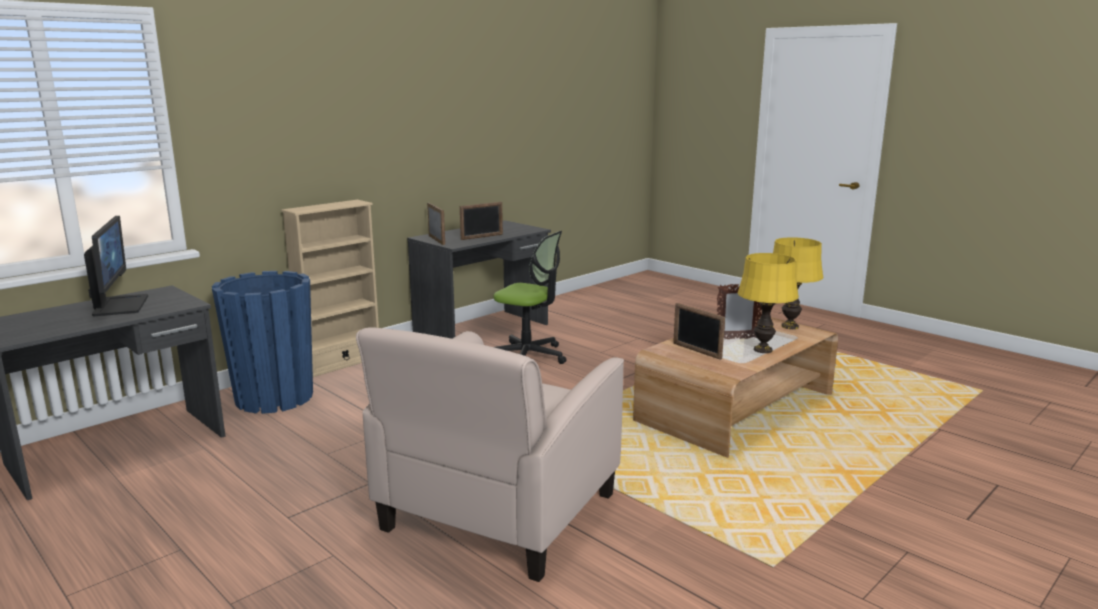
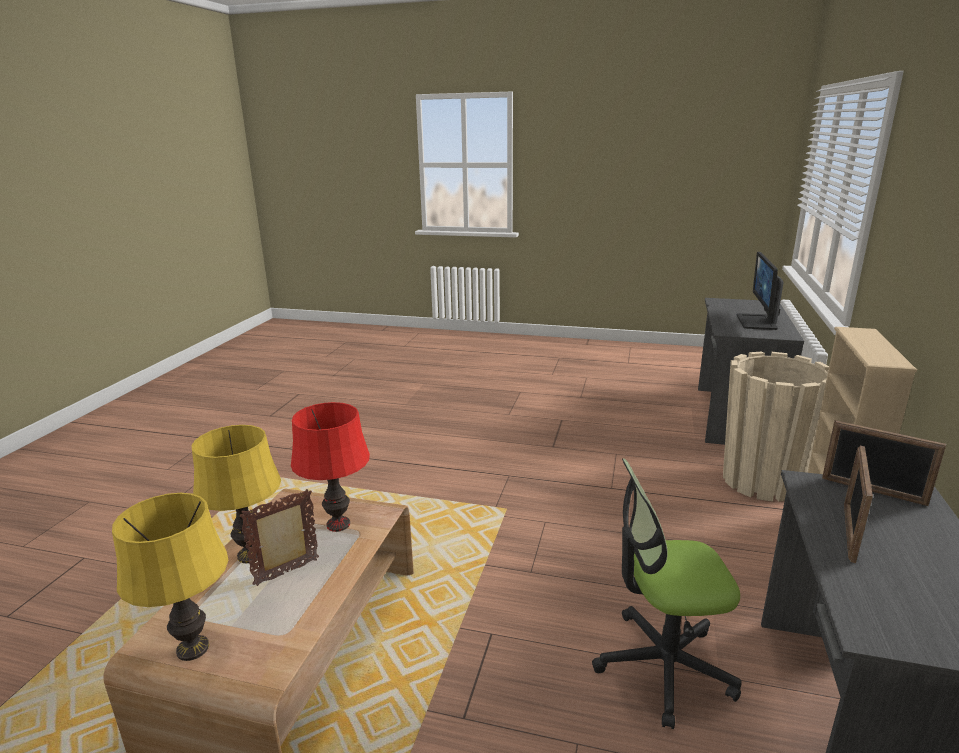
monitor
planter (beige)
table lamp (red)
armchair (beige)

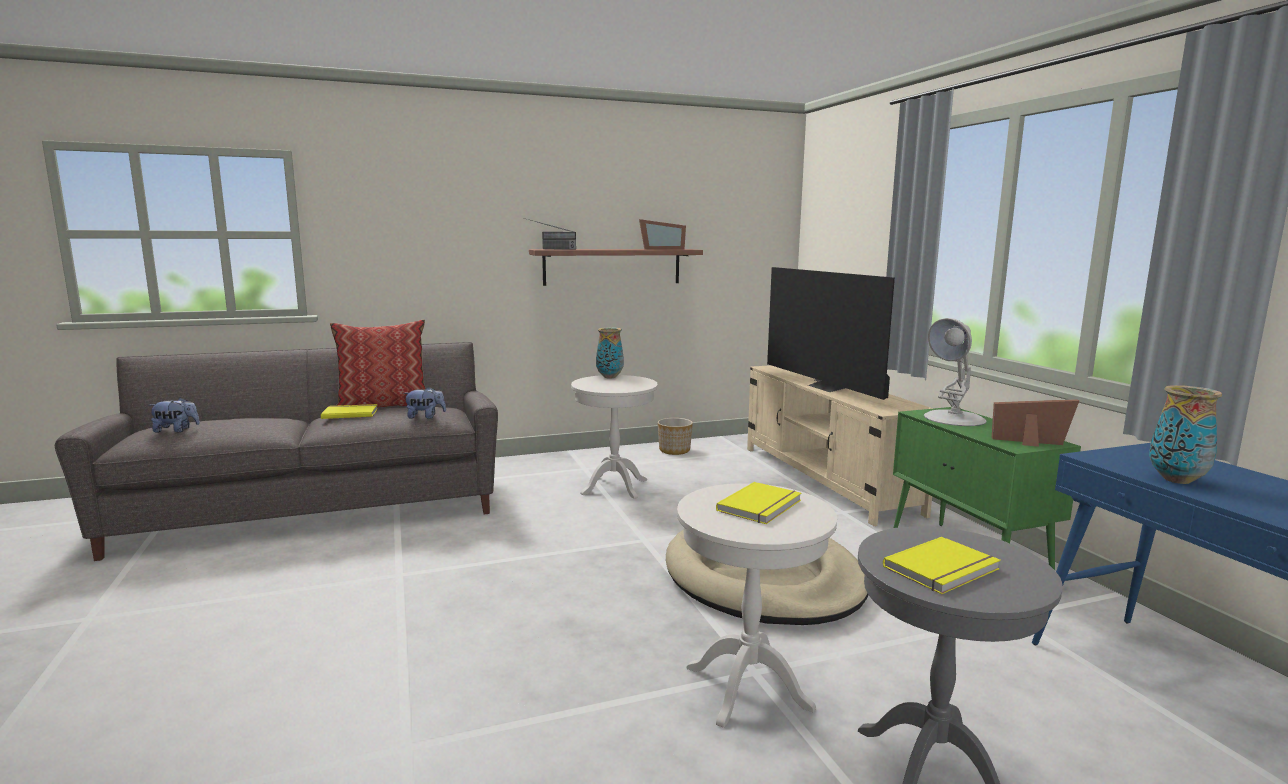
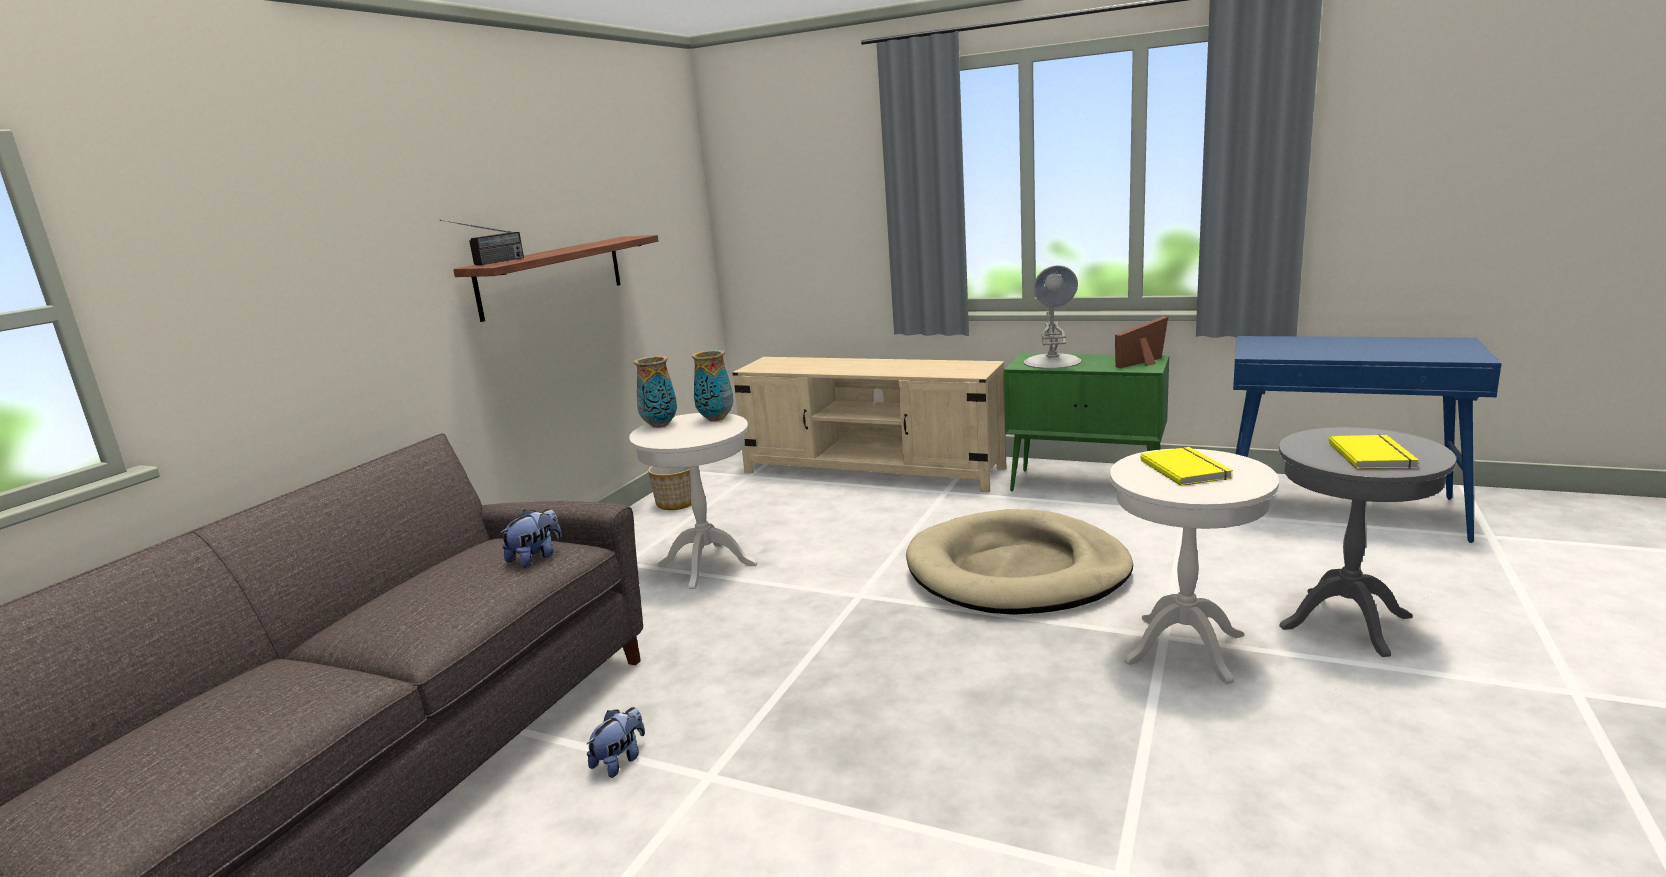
picture frame (1st from left in the first image)
television
pillow
vase (2nd from left)
plush toy (2nd from left)
book (yellow) (1st from left in the first image)

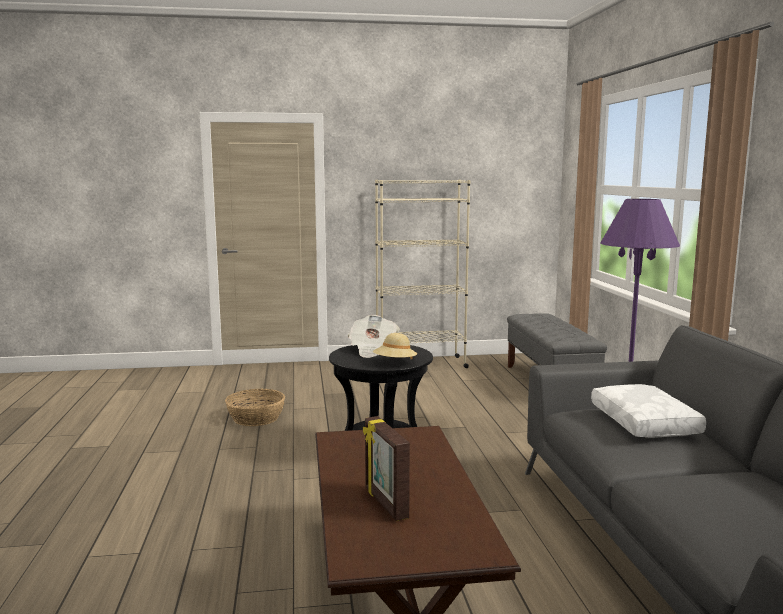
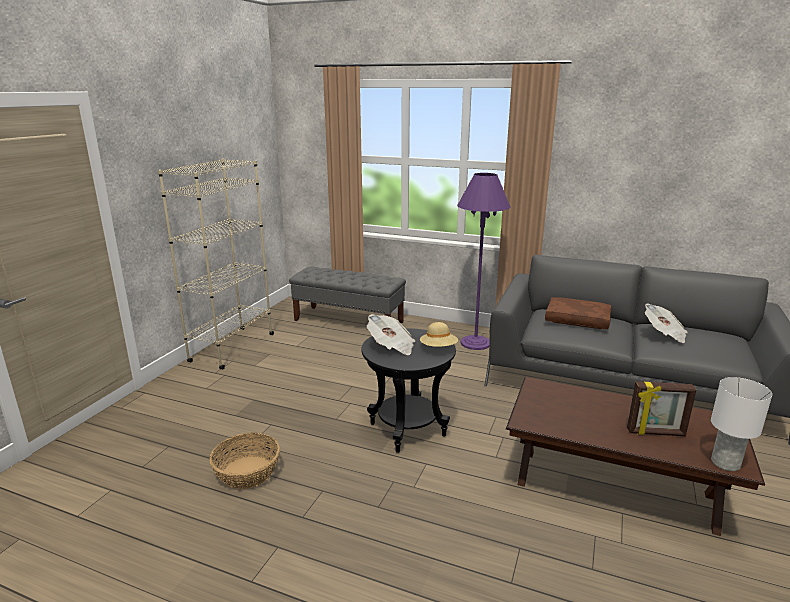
pillow (brown)
newspaper (2nd from left)
table lamp (white)

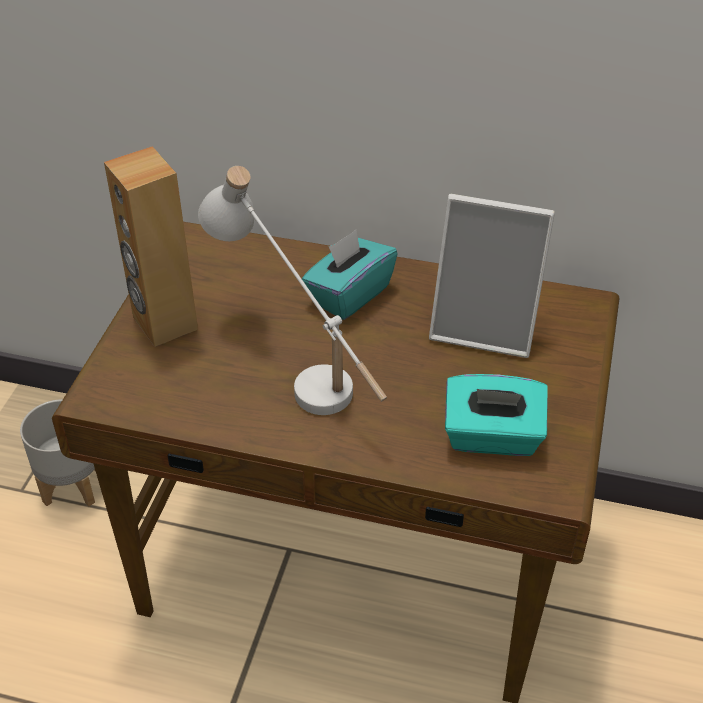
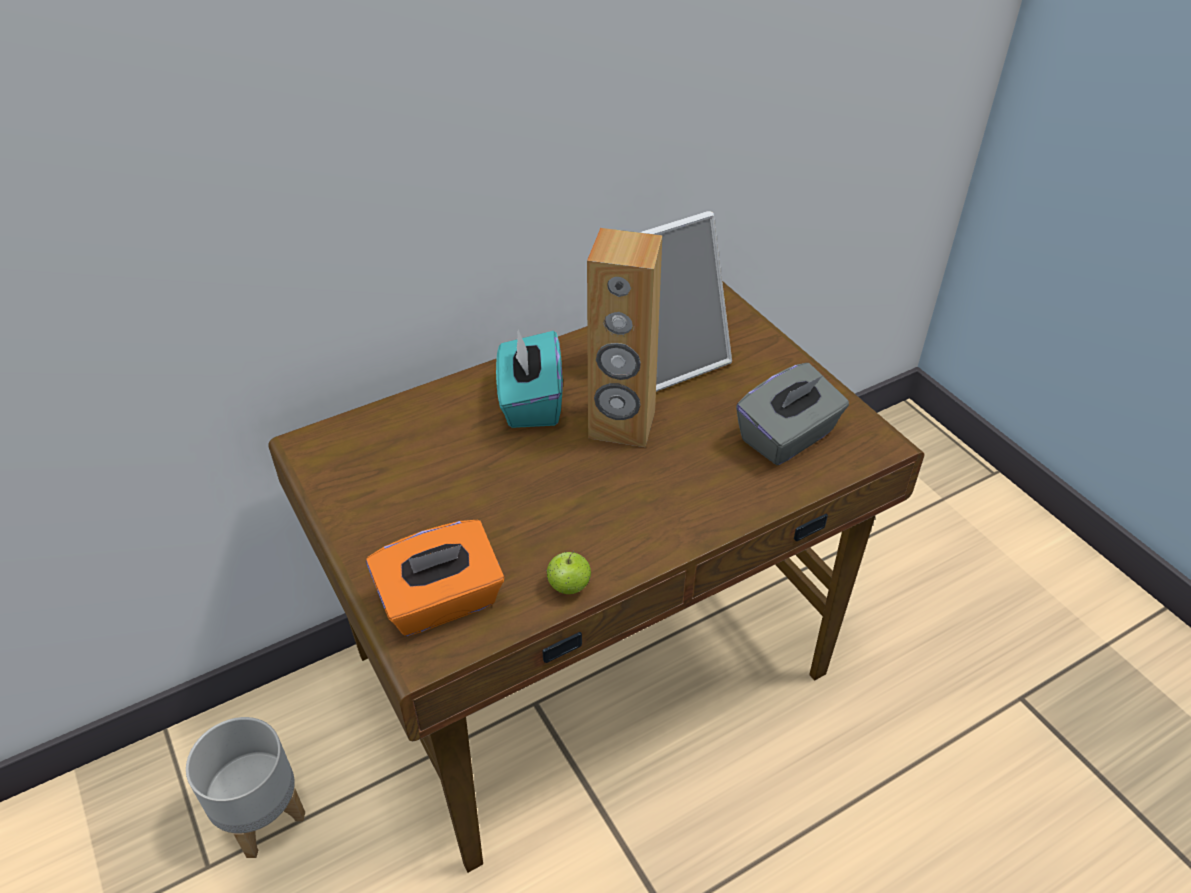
speaker (brown)
table lamp (white)
tissue box (grey)
tissue box (orange)
apple

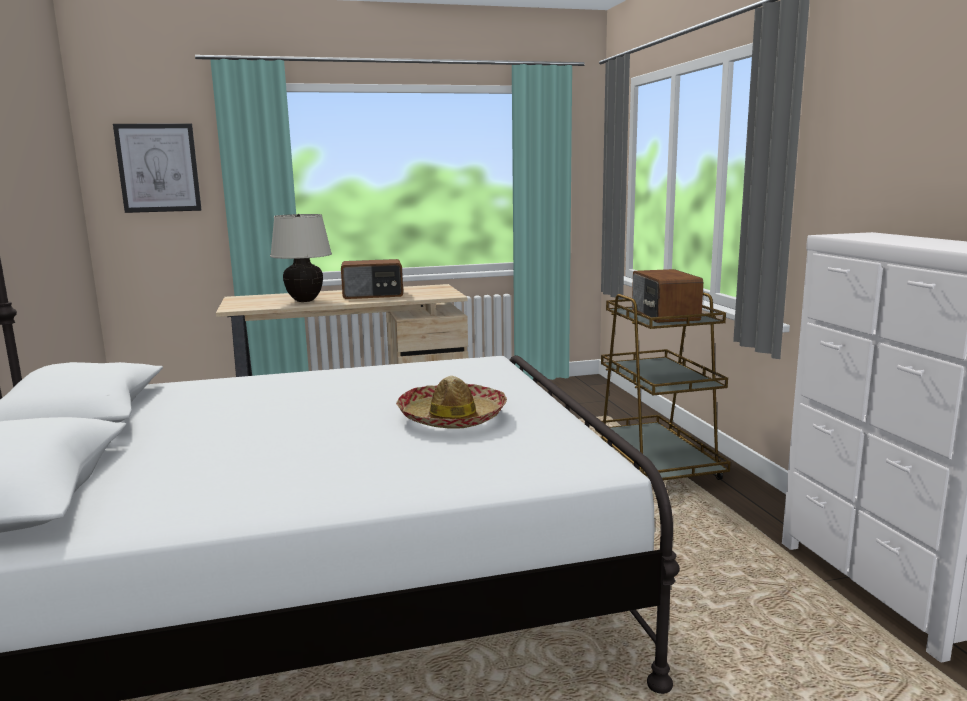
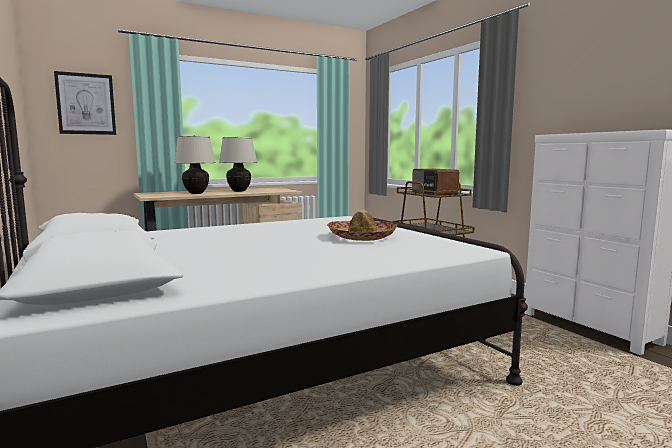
table lamp (beige) (2nd from left)

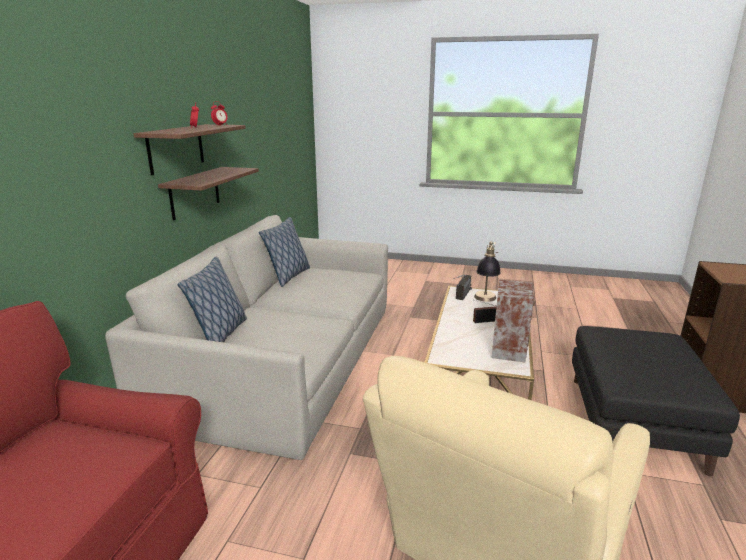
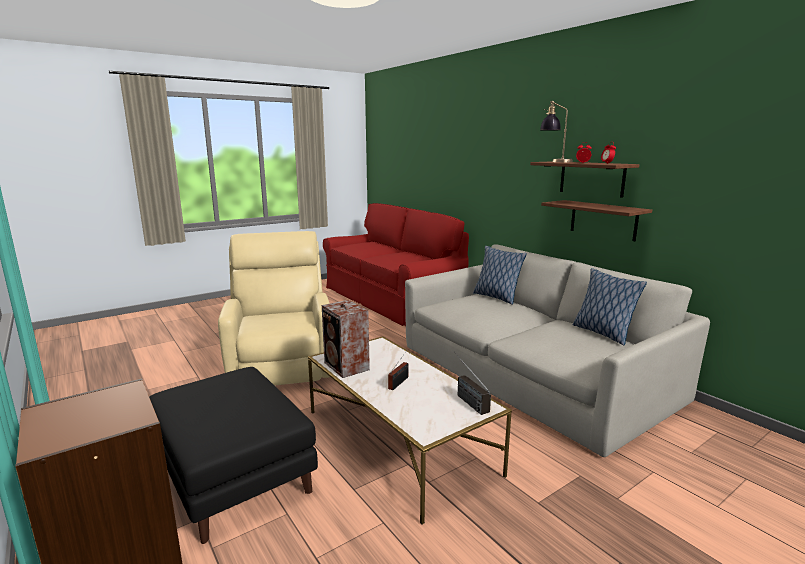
table lamp

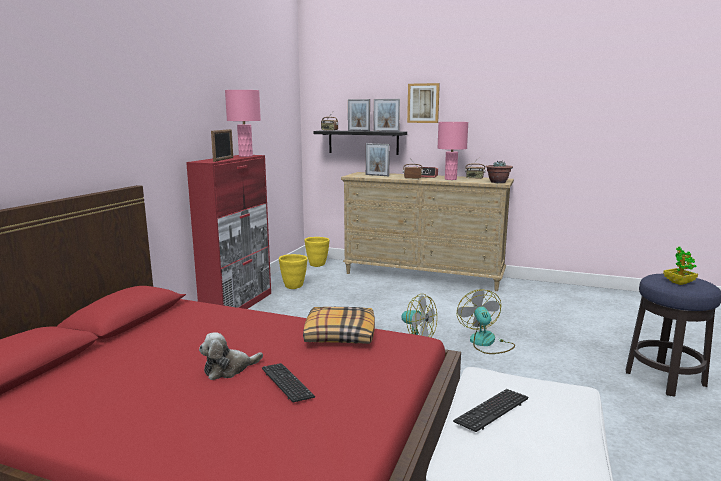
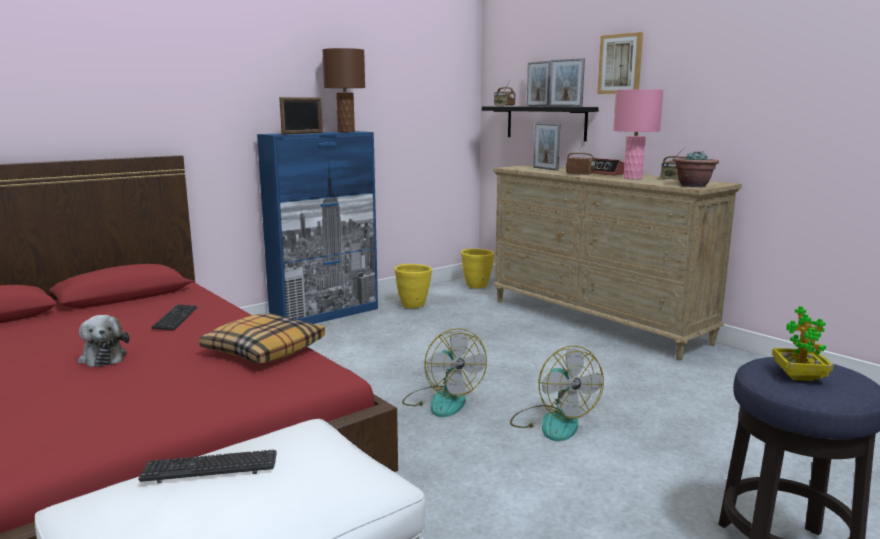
table lamp (brown)
cabinet (blue)
fan (2nd from left)
plush toy
keyboard (1st from left)

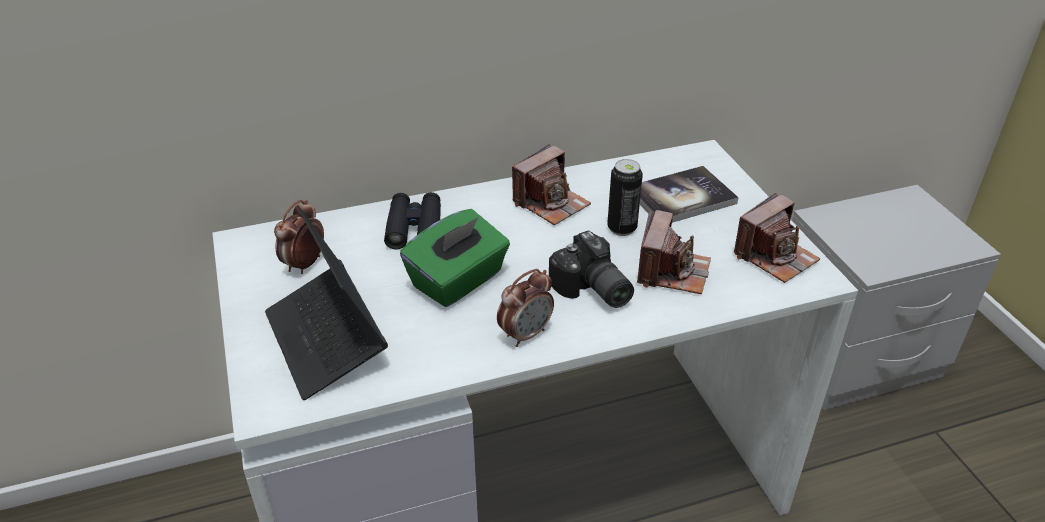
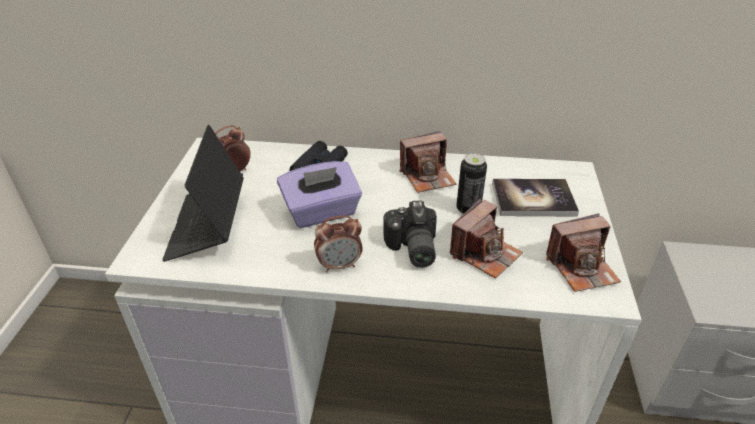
tissue box (purple)

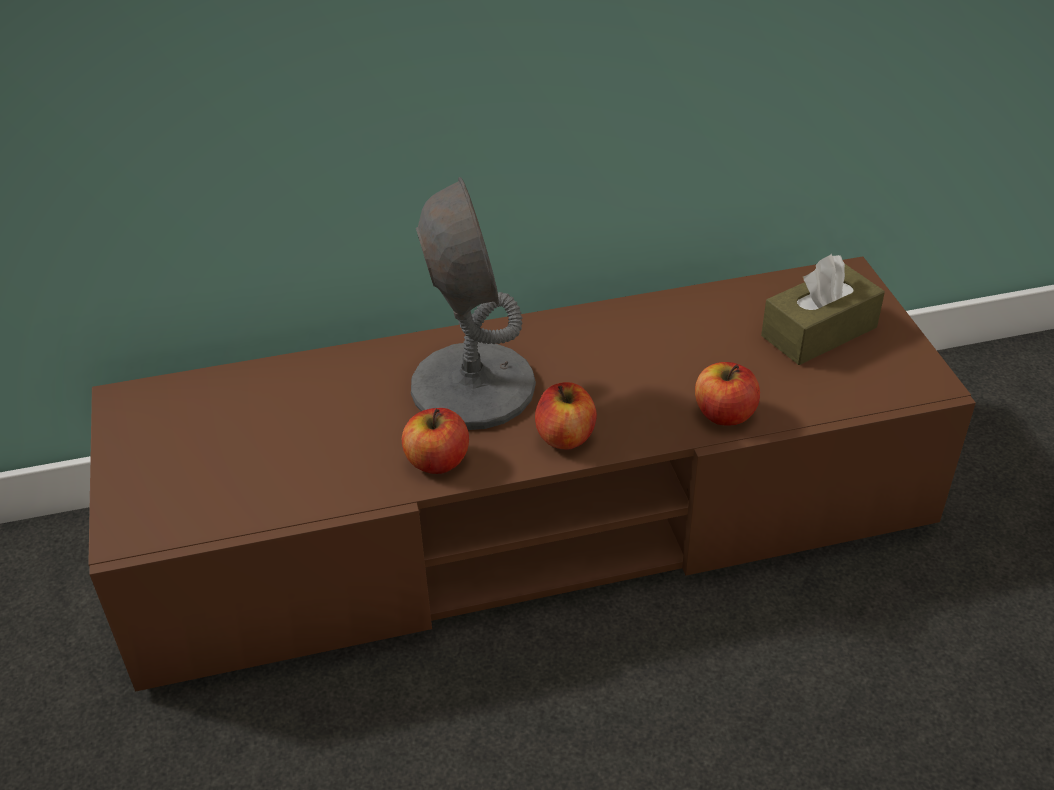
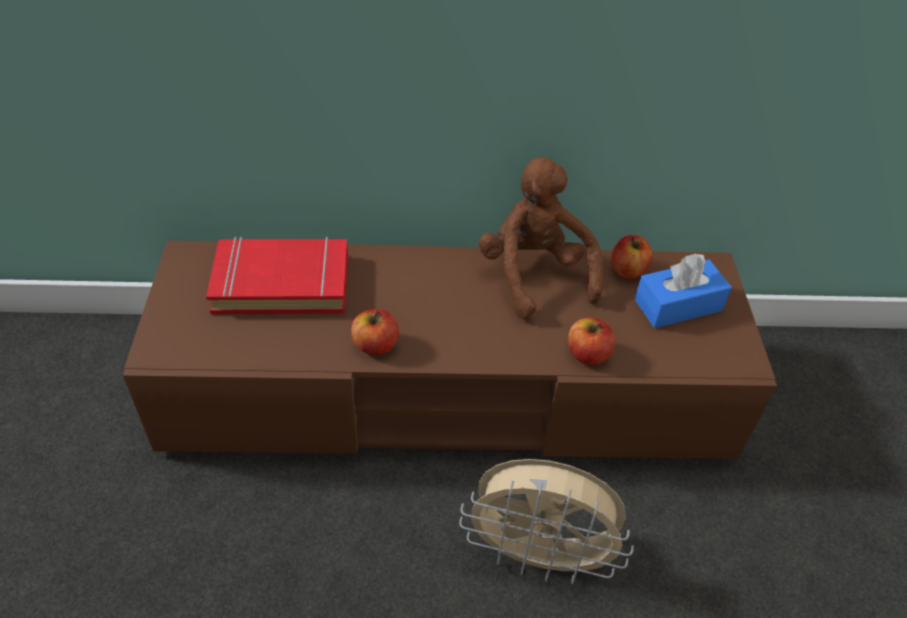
table lamp (grey)
tissue box (blue)
apple (3rd from left)
plush toy (brown)
book (red)
fan (beige)

